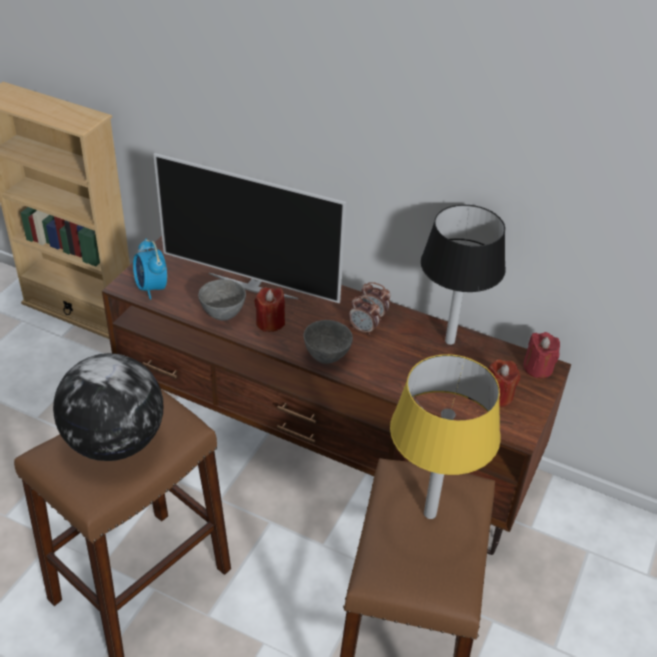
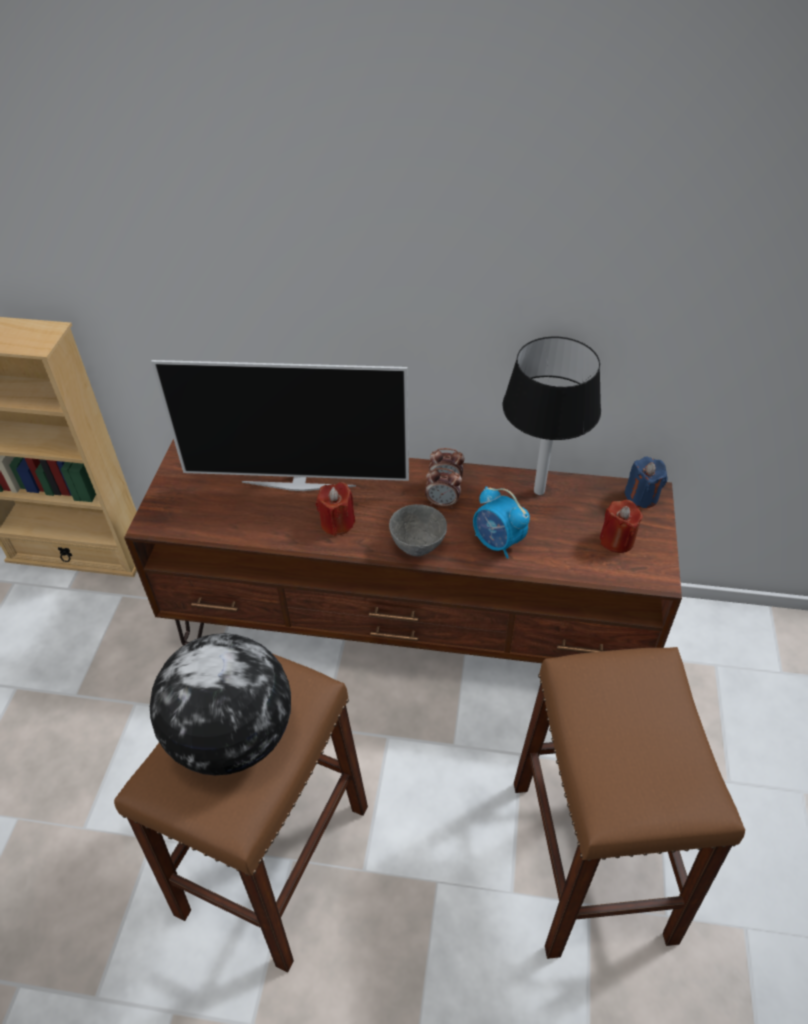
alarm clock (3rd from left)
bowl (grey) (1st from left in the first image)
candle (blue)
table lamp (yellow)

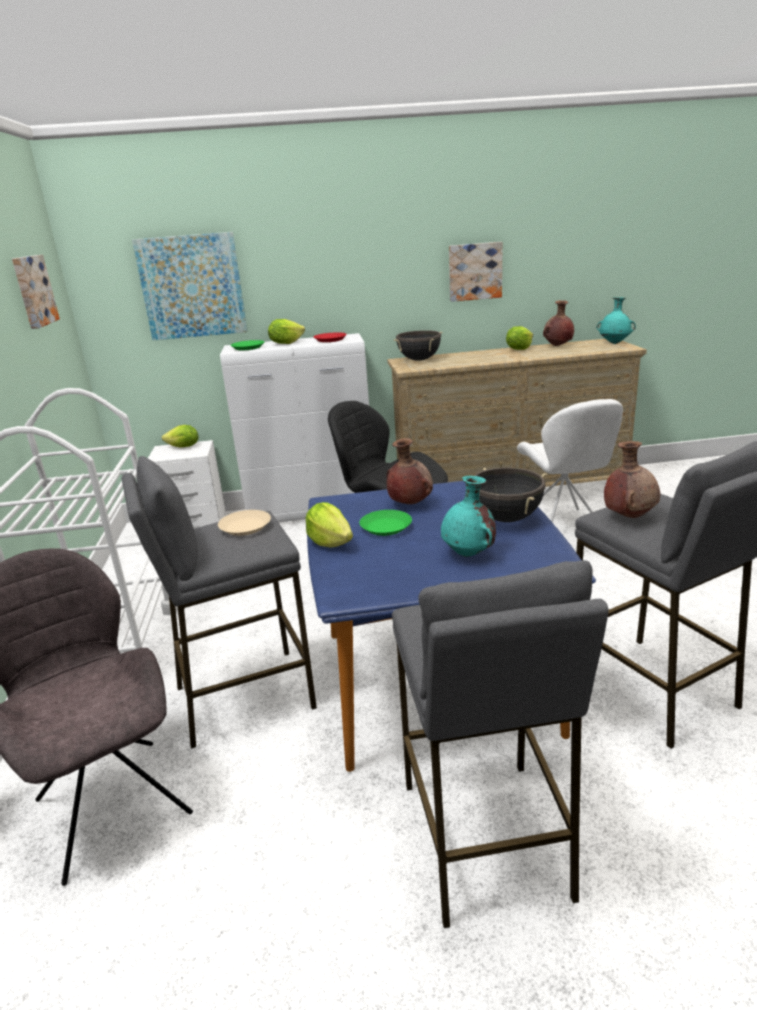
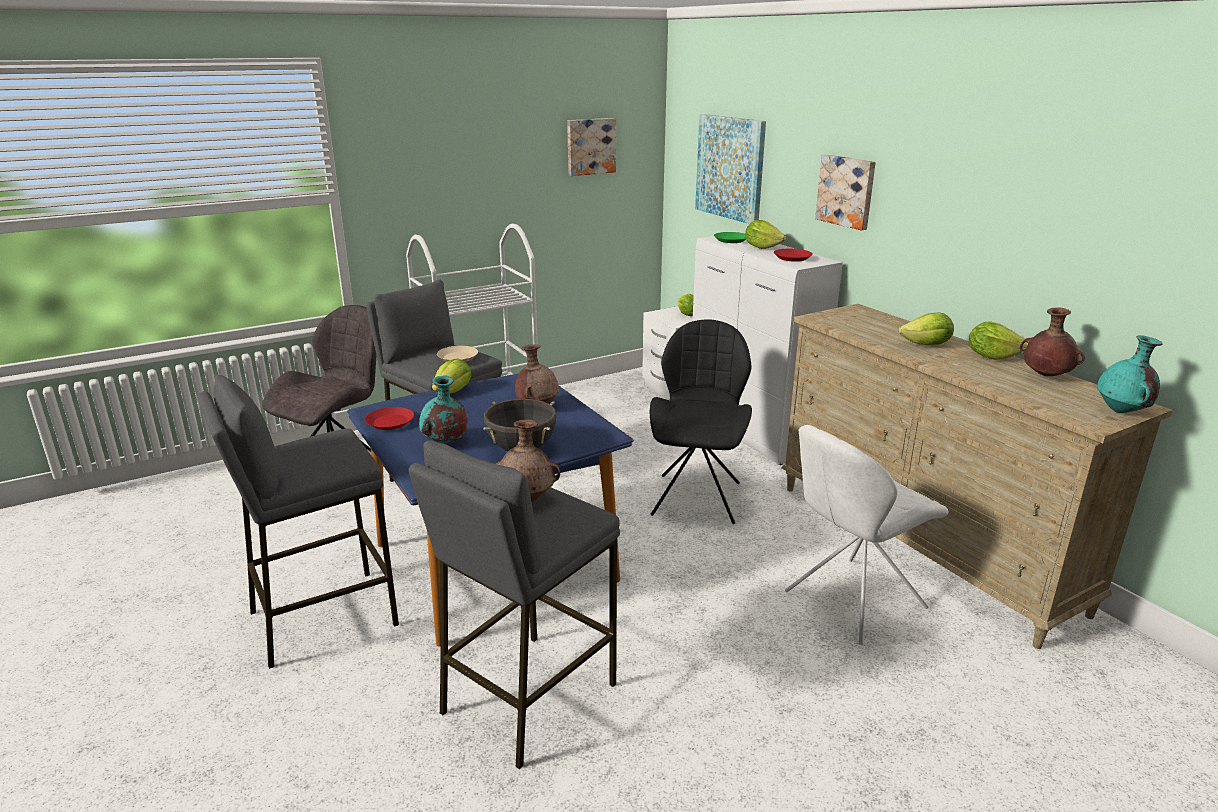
picture (3rd from left)
cooking pot (black) (1st from left in the first image)
plate (green) (2nd from left in the first image)
lettuce (4th from left)
plate (red) (1st from left)

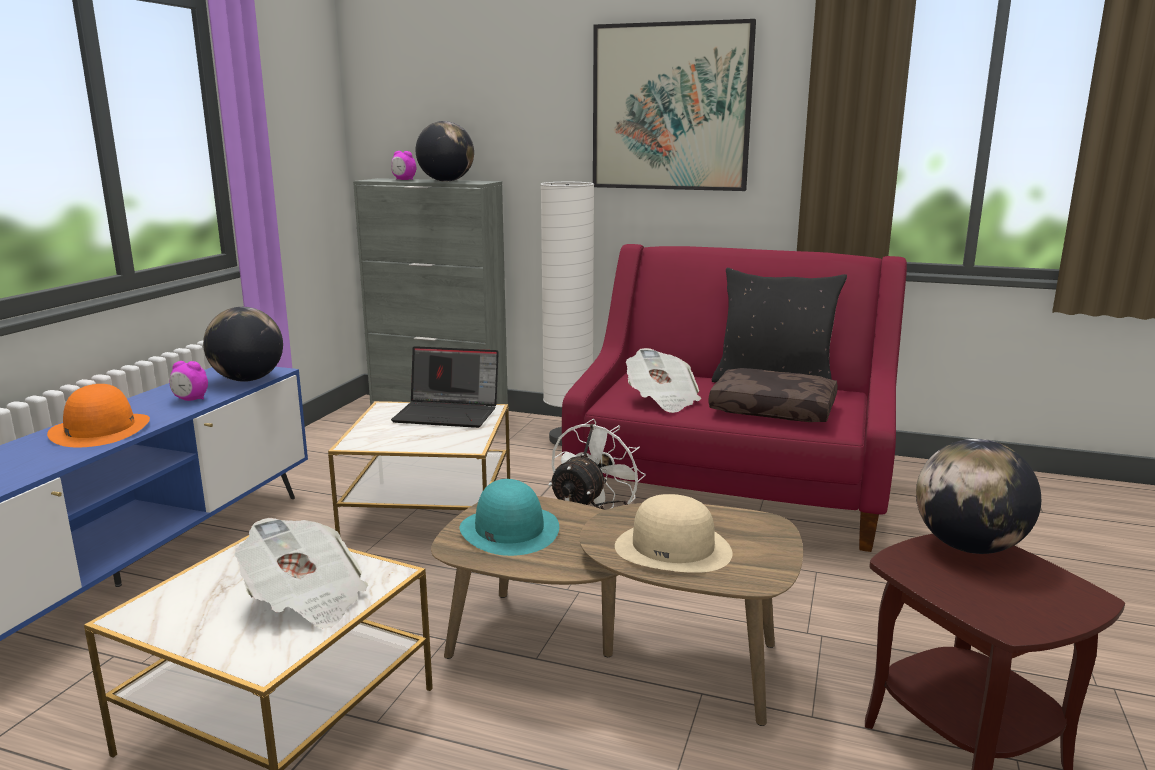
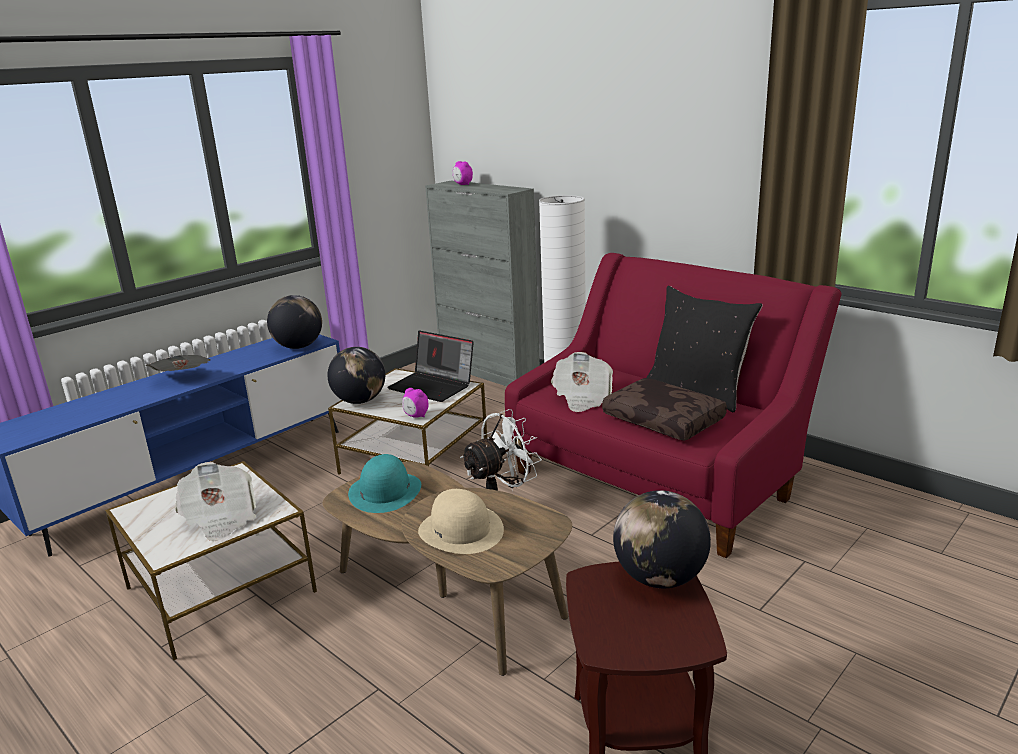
picture
globe (2nd from left)
alarm clock (1st from left)
newspaper (1st from left)

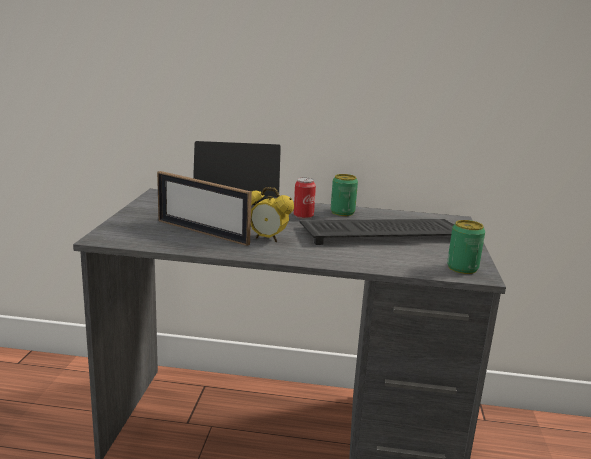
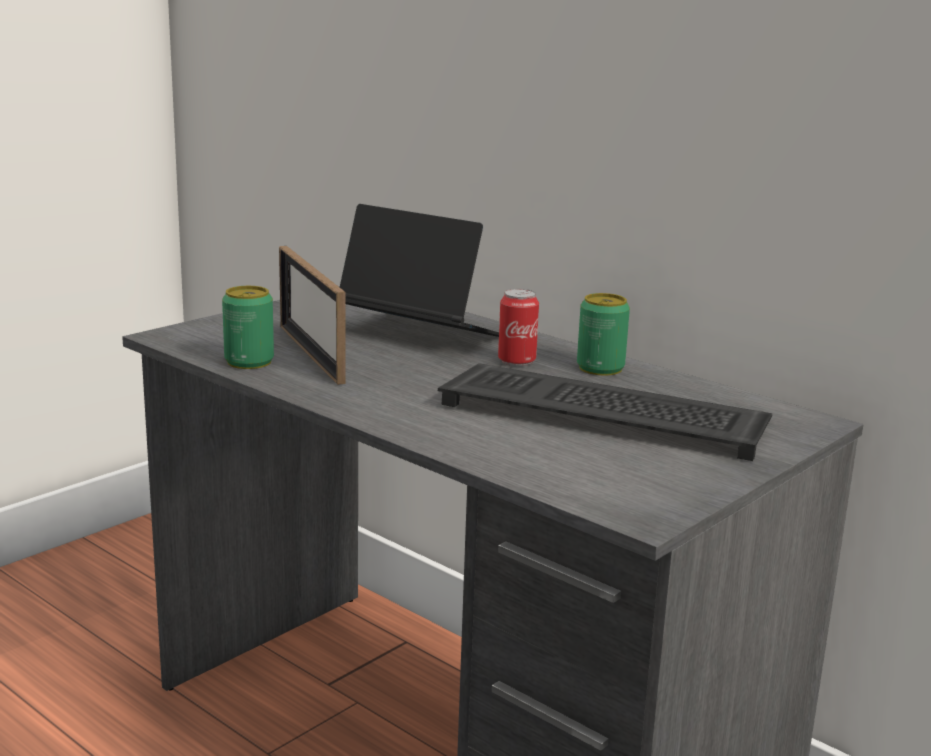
alarm clock
can (1st from left)

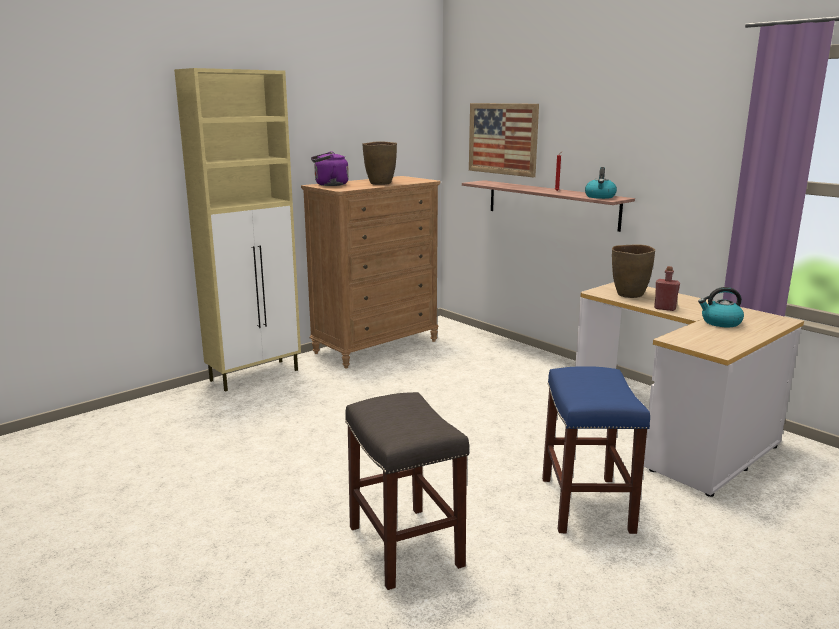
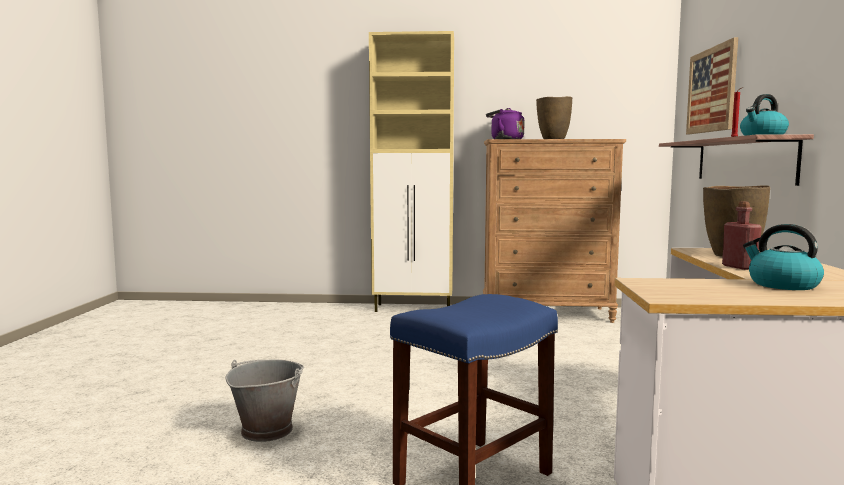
bucket (grey)

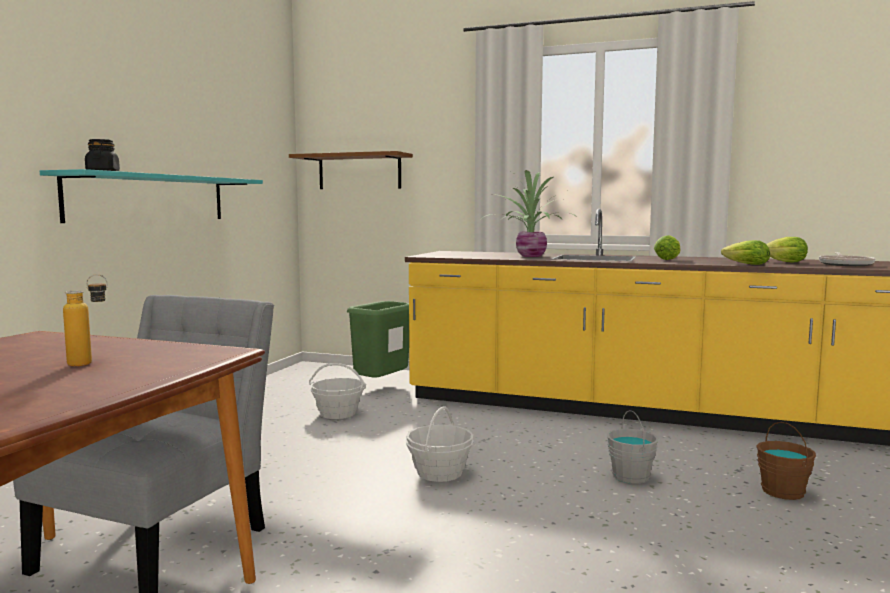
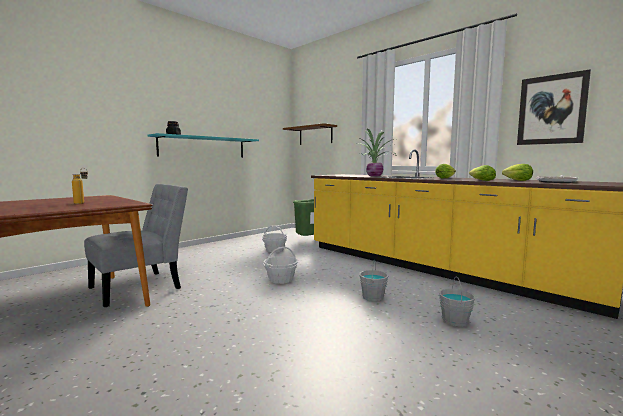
bucket (grey) (2nd from left)
picture

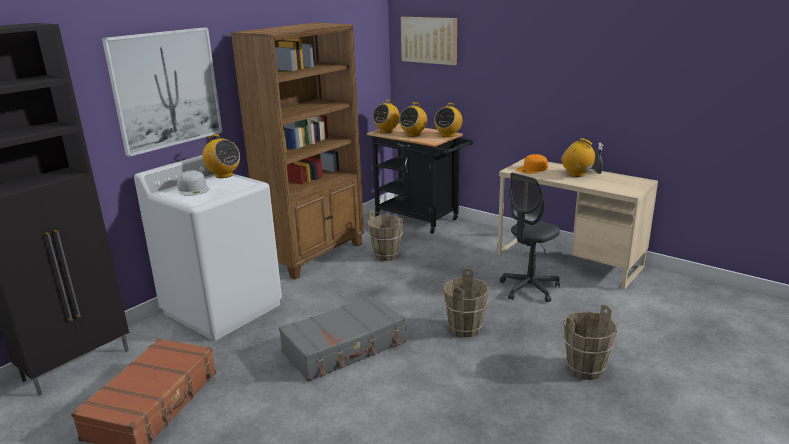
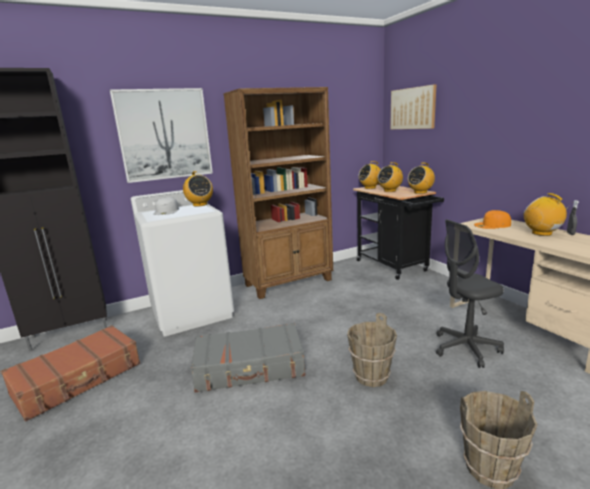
bucket (brown) (1st from left in the first image)

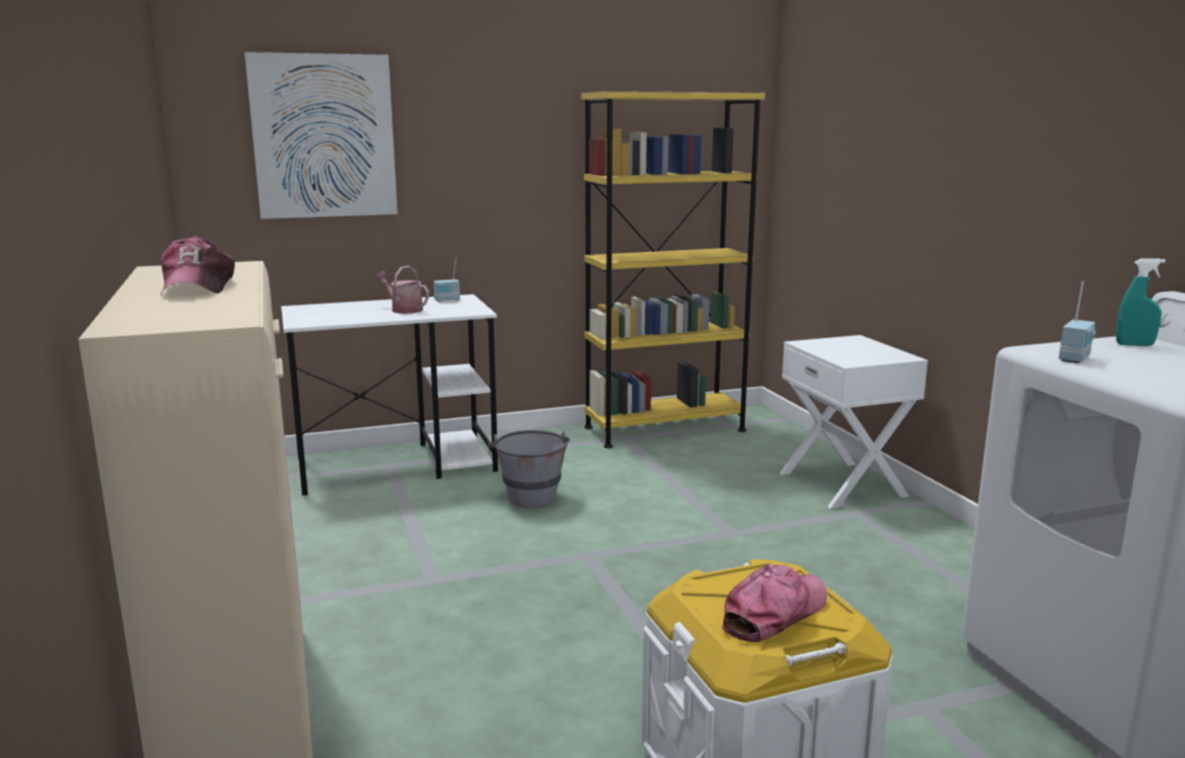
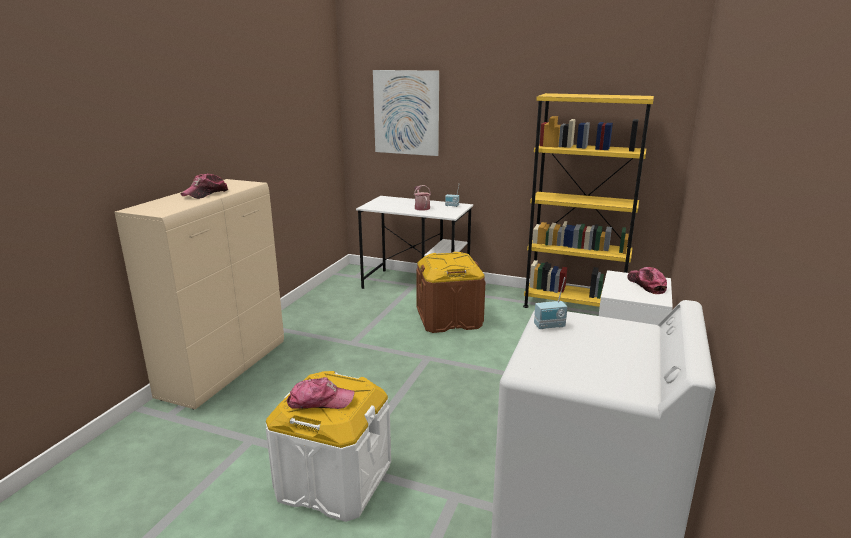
spray bottle (turquoise)
storage box (brown)
cap (3rd from left)

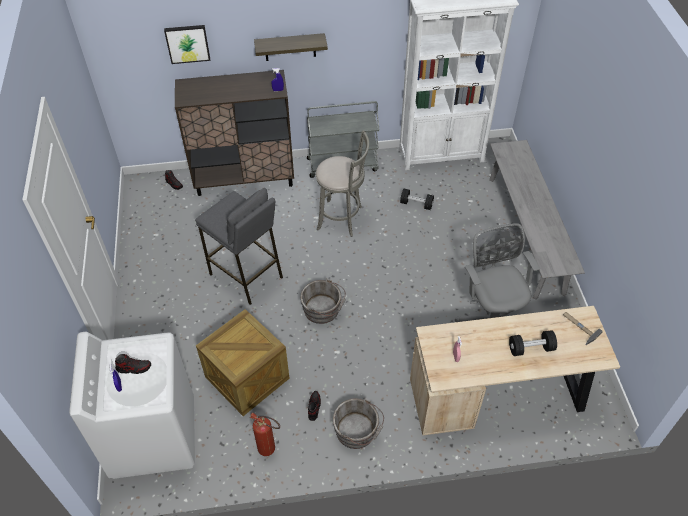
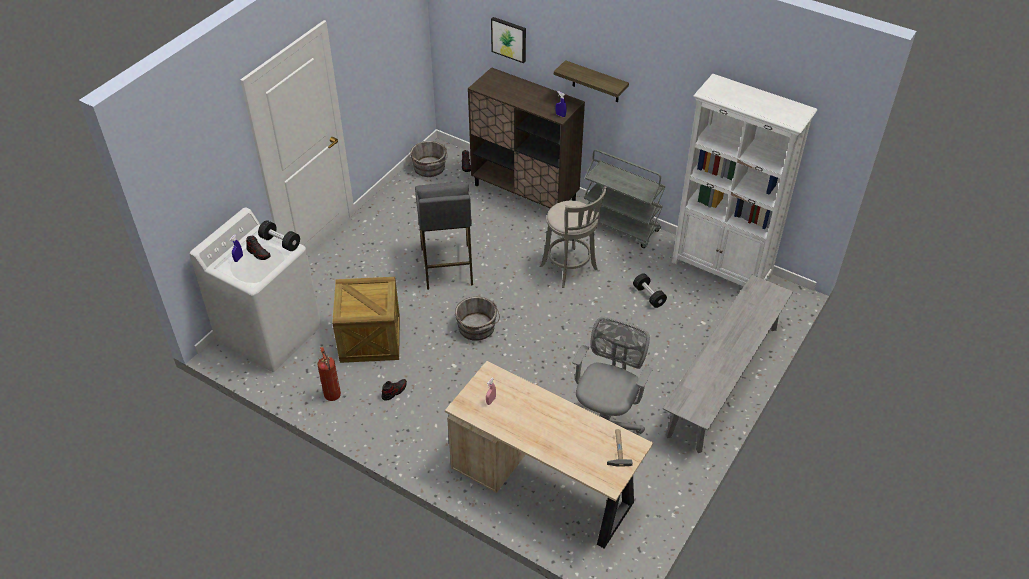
dumbbell (black) (1st from left)
bucket (grey) (1st from left)

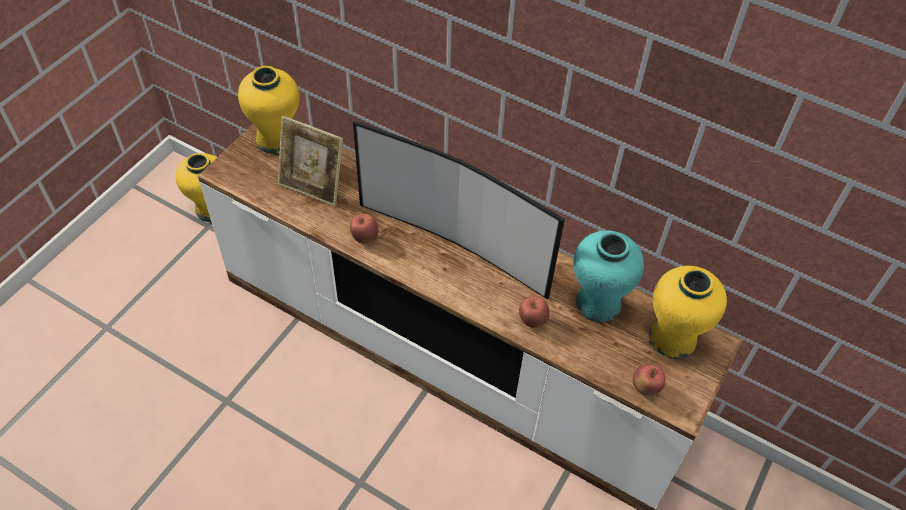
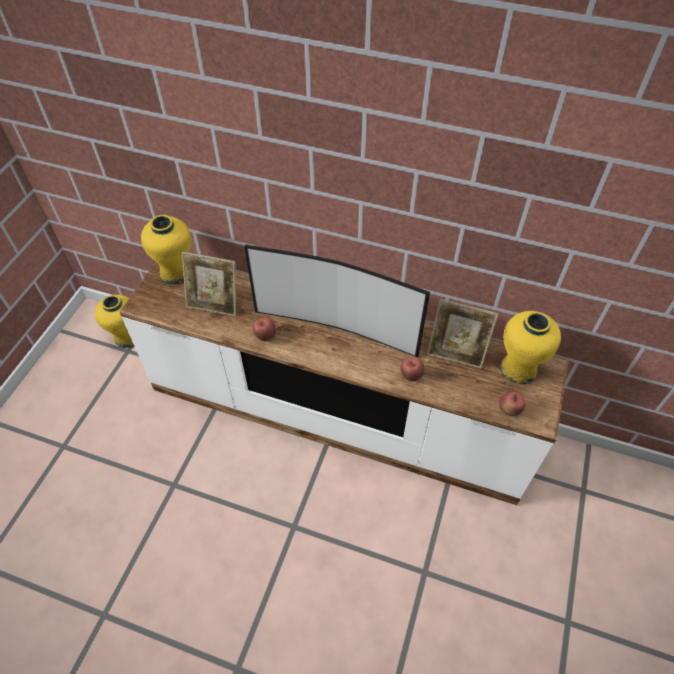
picture frame (2nd from left)

